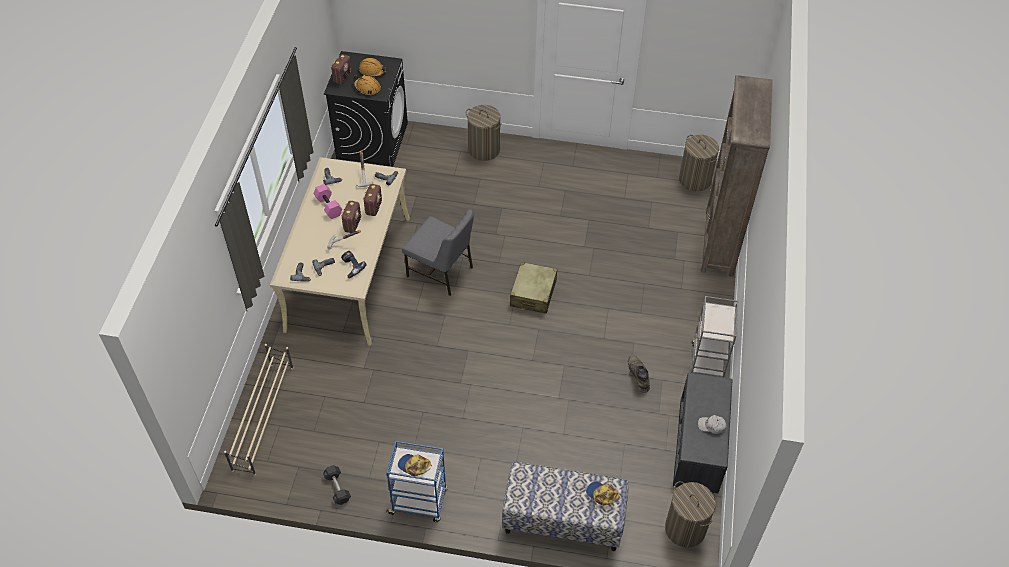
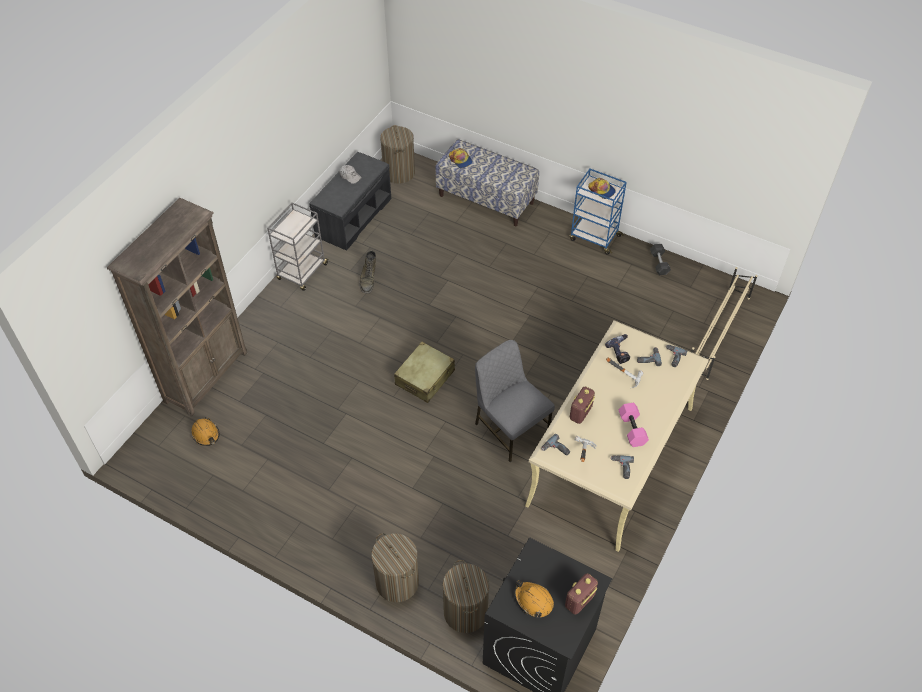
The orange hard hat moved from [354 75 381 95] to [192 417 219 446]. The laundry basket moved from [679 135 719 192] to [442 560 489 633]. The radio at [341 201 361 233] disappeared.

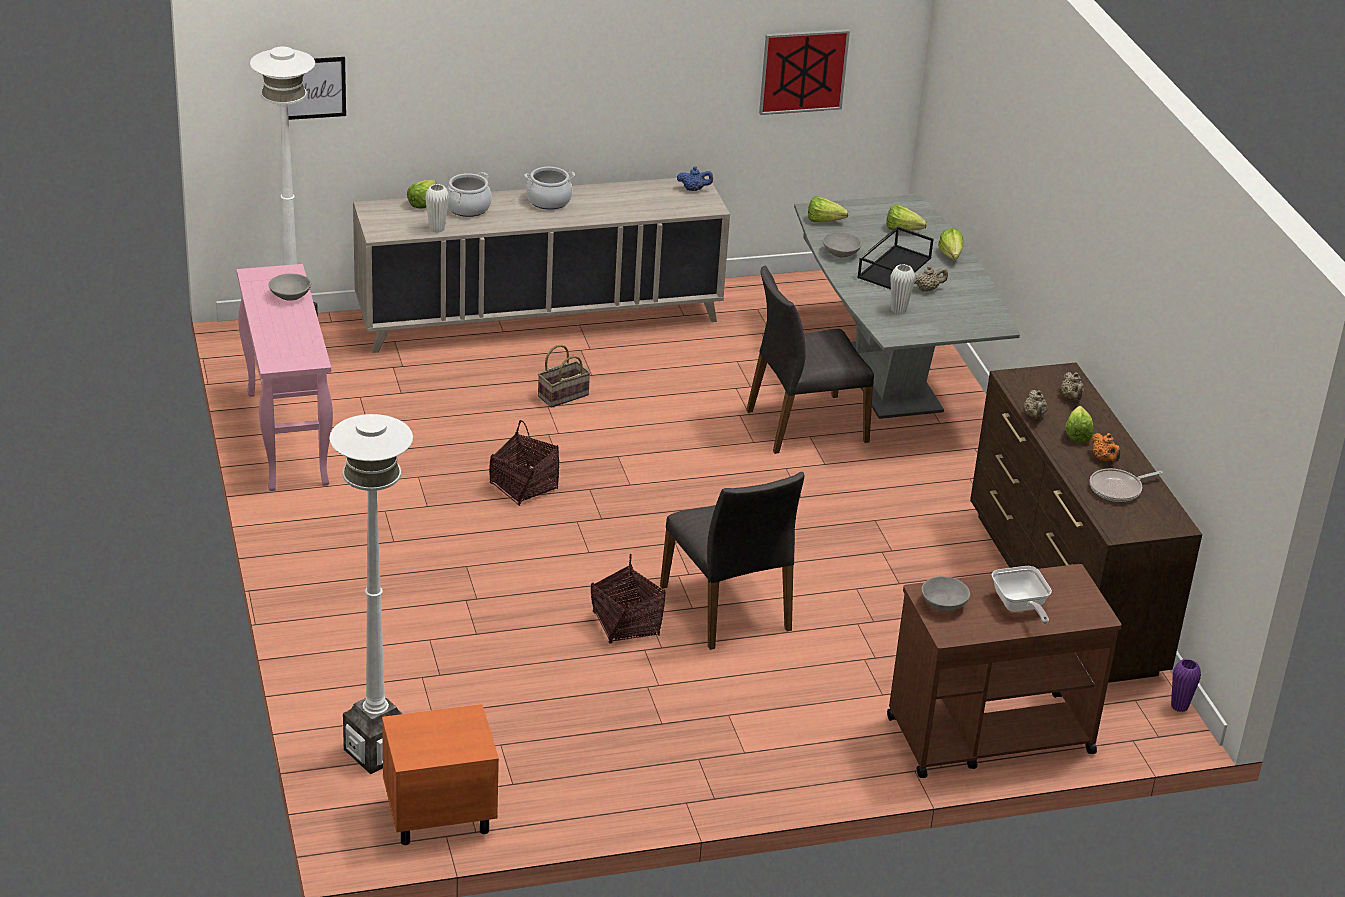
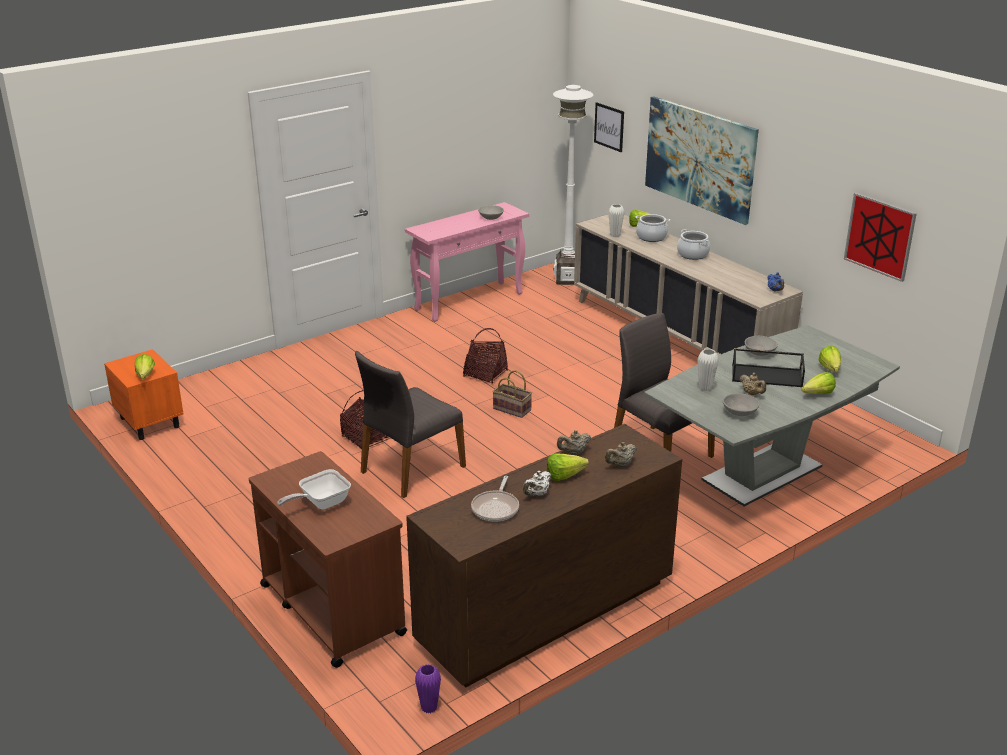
The lettuce moved from [808 196 849 222] to [135 354 155 379]. The basket moved from [538 345 591 408] to [492 370 532 418]. The white floor lamp at [329 414 413 774] disappeared. The orange teapot at [1092 433 1121 462] became the white teapot at [523 471 551 497]. The frying pan at [1090 469 1163 502] turned 120 degrees counterclockwise. The grey bowl moved from [921 576 970 611] to [723 393 759 416]. The picture at [645 96 759 225] appeared.

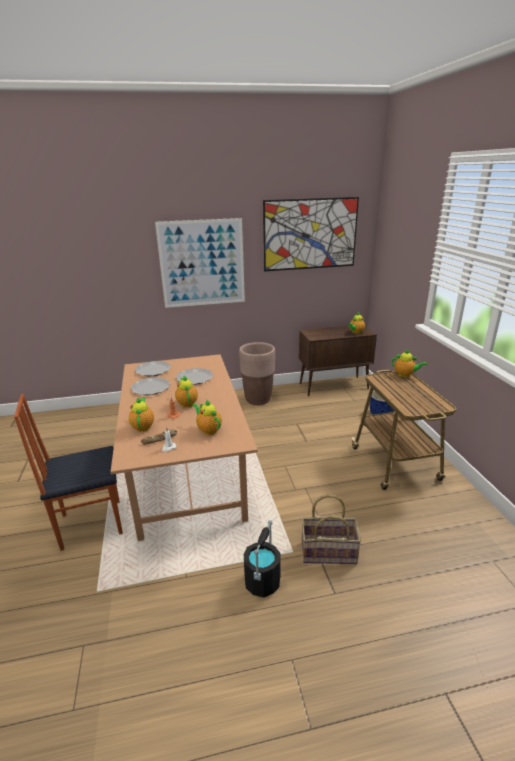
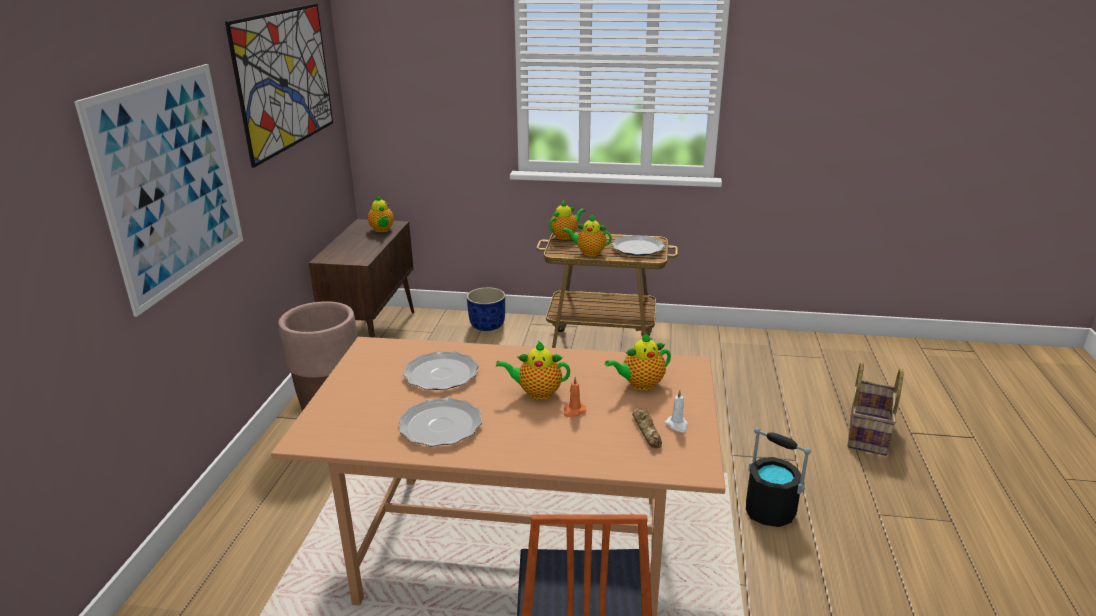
The plate moved from [135 361 171 376] to [612 235 665 256]. The teapot moved from [129 397 154 432] to [562 215 612 256]. The basket moved from [301 494 361 564] to [847 361 904 456].

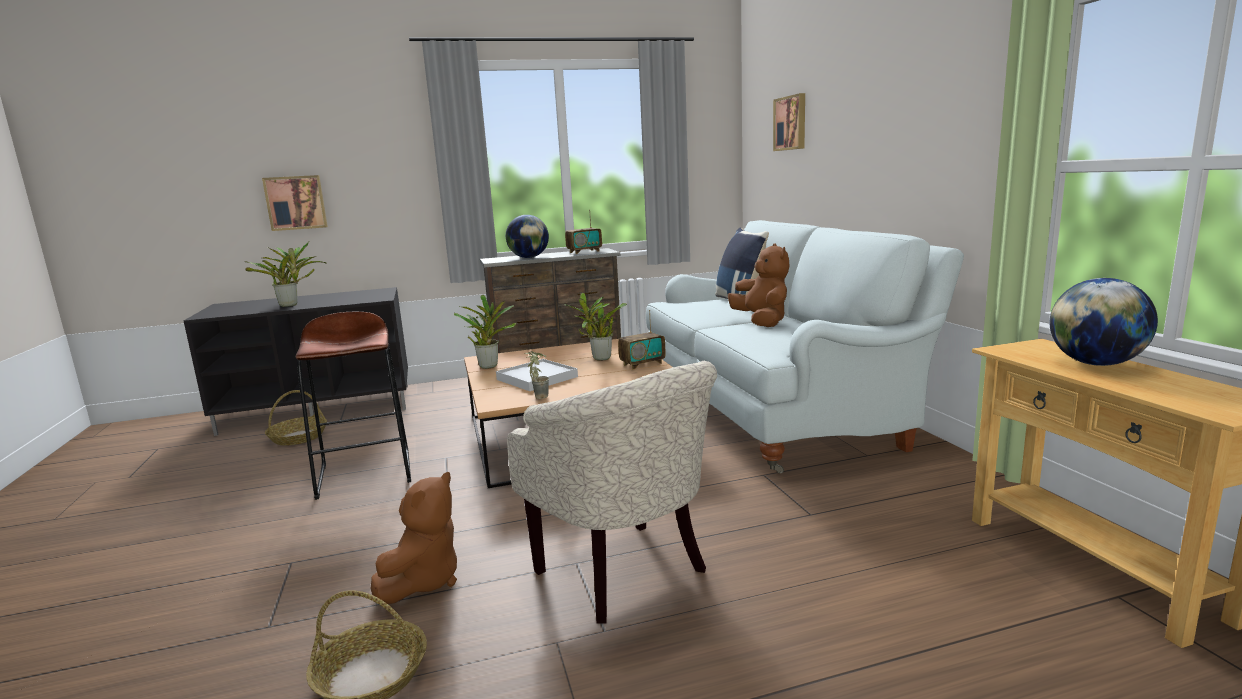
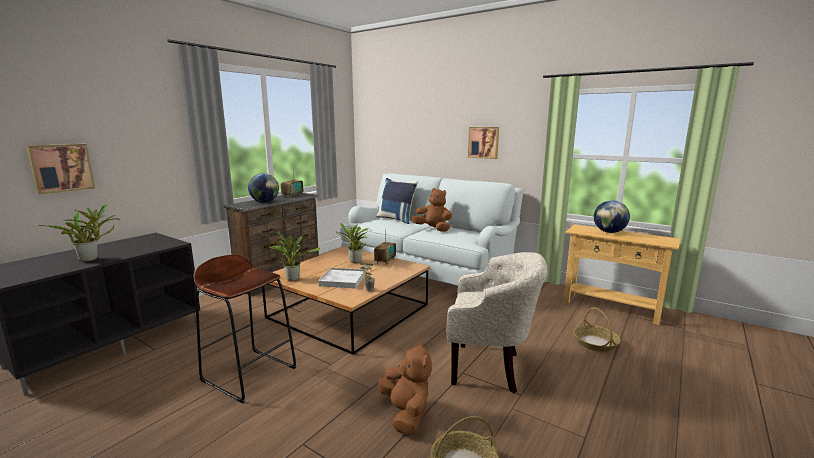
The picture moved from [773 93 805 151] to [468 127 499 159]. The basket moved from [265 390 327 445] to [573 307 621 352].

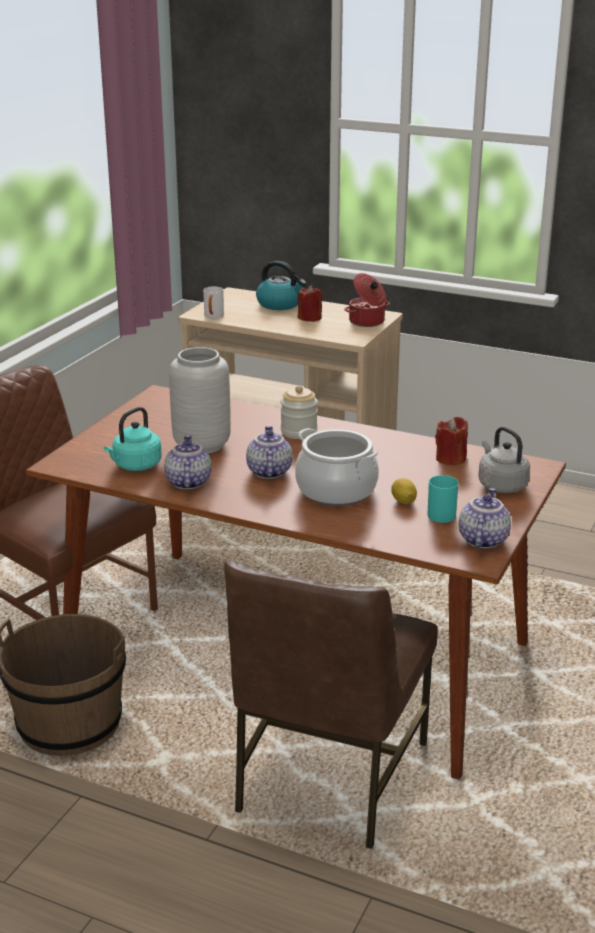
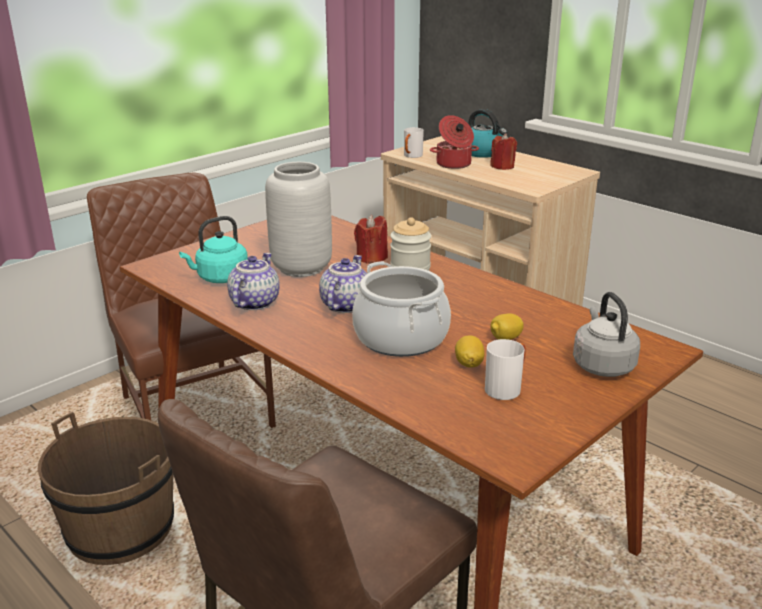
The cooking pot moved from [344 273 390 327] to [430 115 479 169]. The red candle moved from [435 417 468 466] to [354 215 388 264]. The turquoise mug at [427 475 458 523] became the white mug at [485 339 526 400]. The teapot at [459 488 511 548] disappeared. The lemon at [490 313 524 340] appeared.

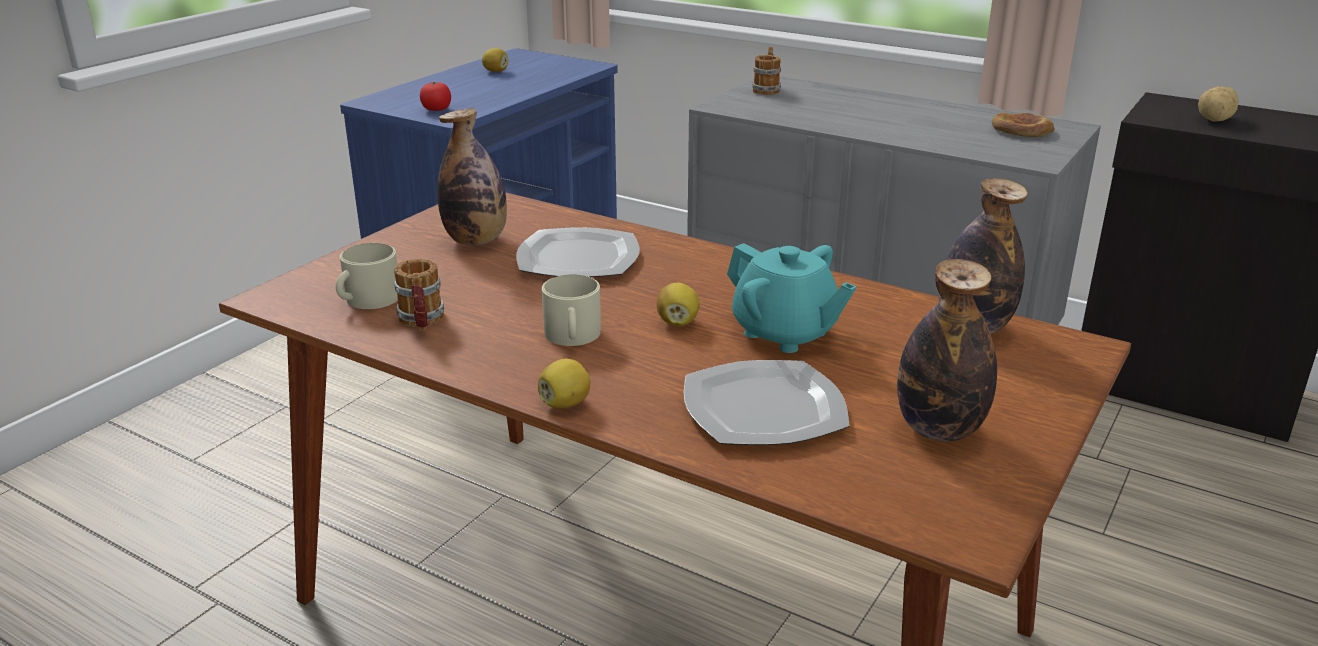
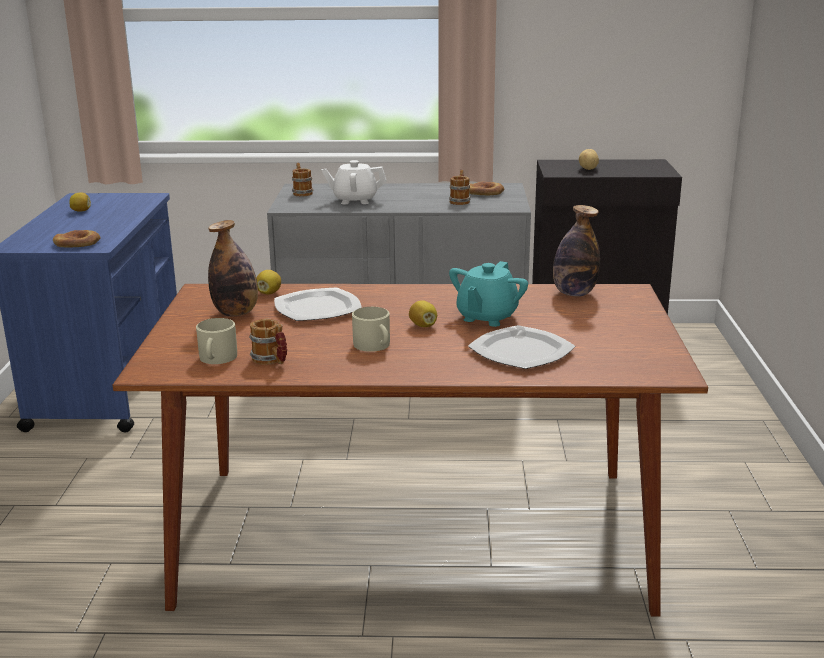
The tomato at [420 82 451 111] was replaced by the bread at [53 230 101 248]. The turquoise teapot at [727 243 857 353] turned 105 degrees clockwise. The bottle at [897 259 997 442] disappeared. The lemon moved from [538 359 591 409] to [256 270 281 295]. The white teapot at [322 160 387 204] appeared. The mug at [449 170 470 205] appeared.

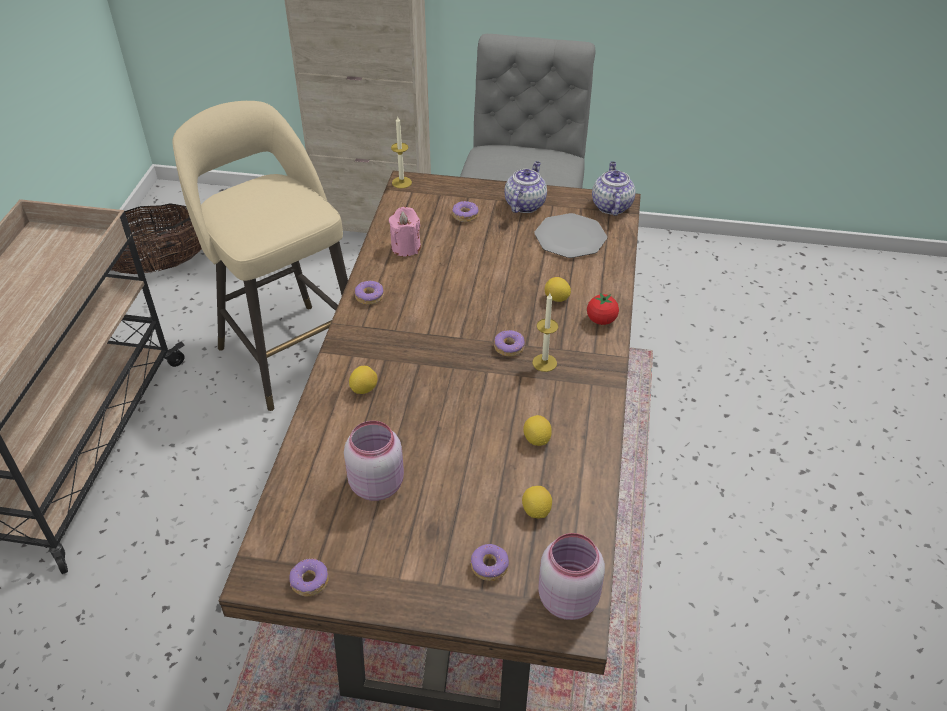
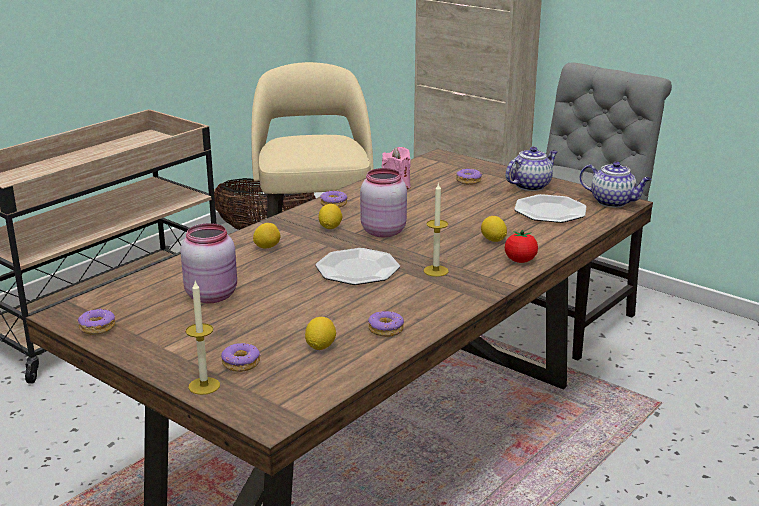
The candle moved from [391 117 412 188] to [186 281 220 395]. The teapot at [592 161 636 216] turned 90 degrees clockwise. The donut moved from [494 330 525 356] to [368 311 404 337]. The lemon moved from [523 415 552 446] to [319 204 342 229]. The pink jar moved from [538 533 605 620] to [360 168 407 237]. The plate at [315 248 400 285] appeared.

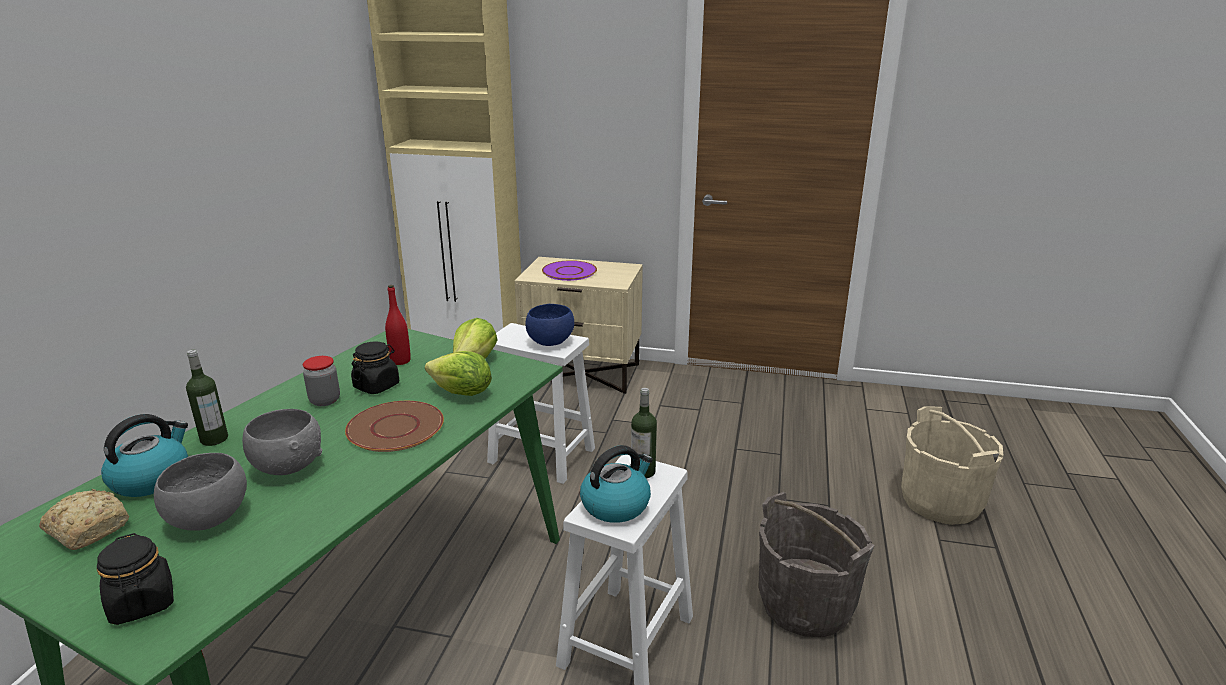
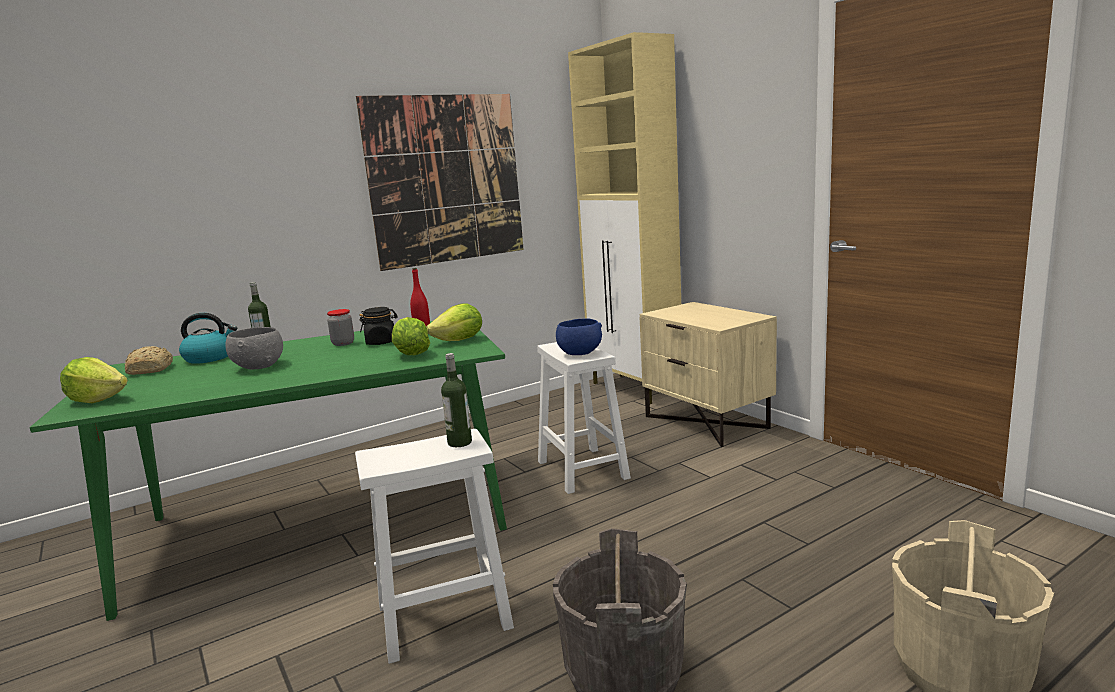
The purple plate at [542 260 597 281] disappeared. The brown plate at [345 401 444 452] disappeared. The kettle at [580 445 653 523] disappeared. The grey bowl at [154 453 247 531] disappeared. The black jar at [97 533 174 625] was replaced by the lettuce at [60 357 128 403]. The picture at [356 94 524 271] appeared.

